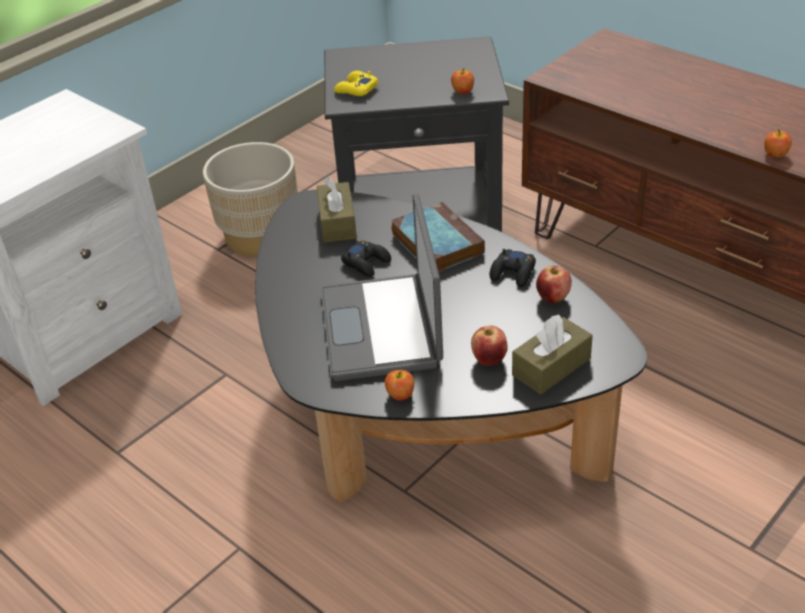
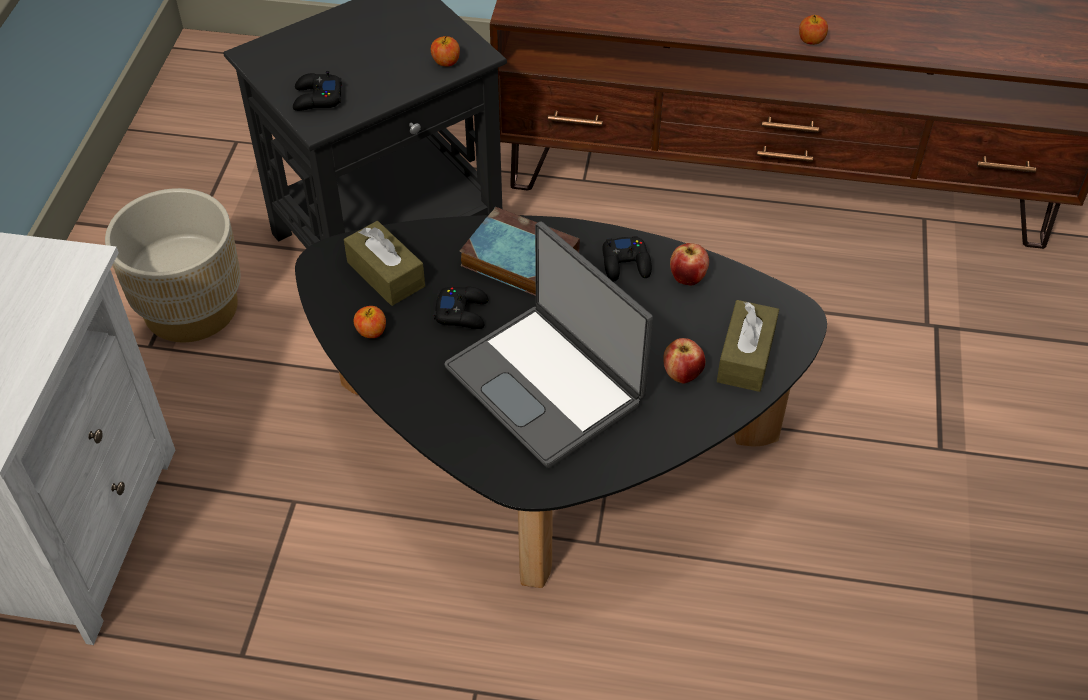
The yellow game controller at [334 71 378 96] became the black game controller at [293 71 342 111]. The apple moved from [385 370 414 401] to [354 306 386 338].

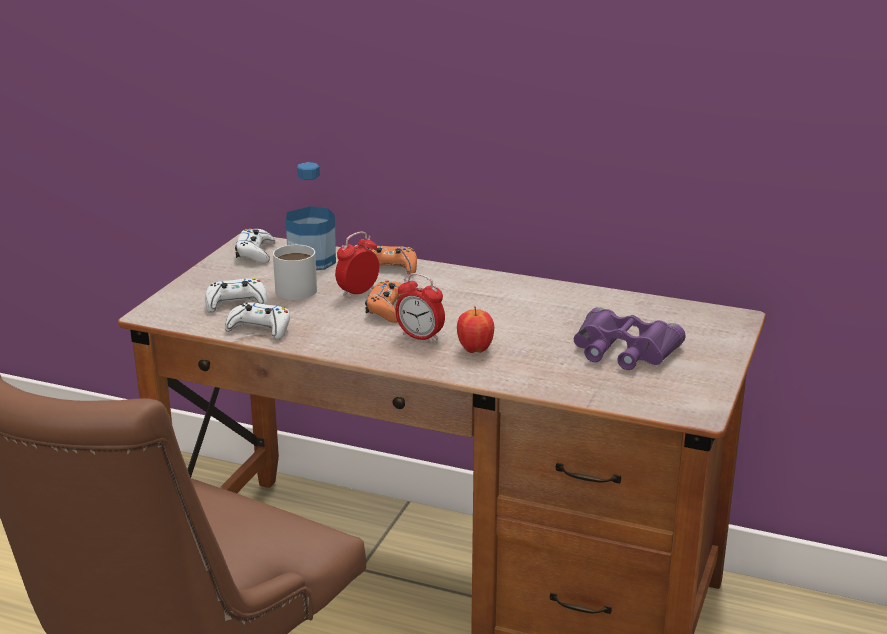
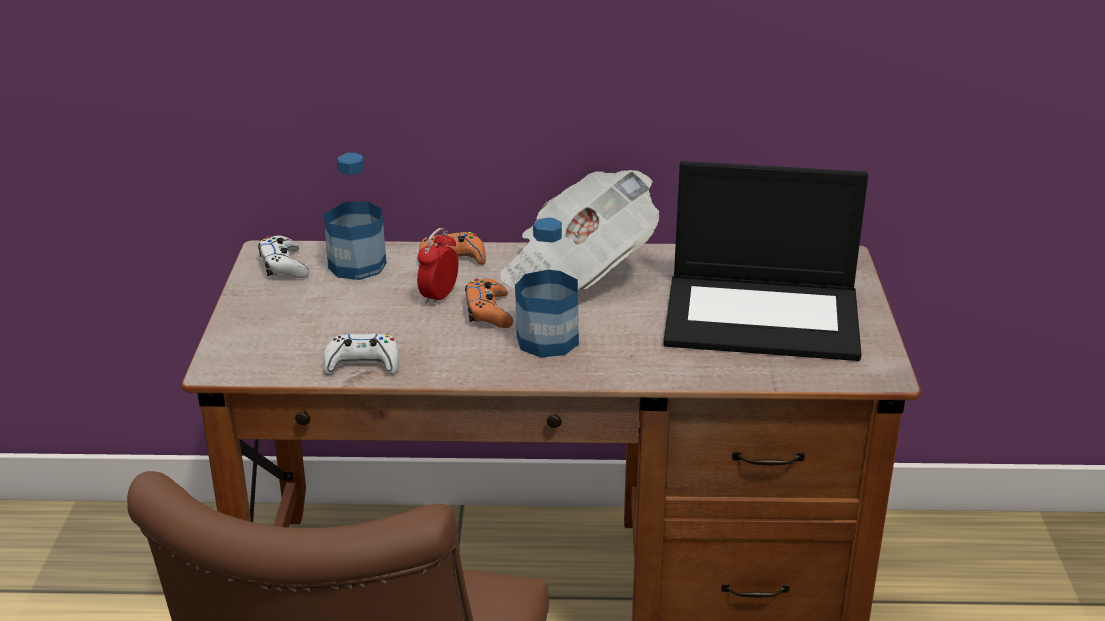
The white mug at [273 245 317 300] disappeared. The alarm clock at [395 273 445 343] was replaced by the bottle at [515 218 579 357]. The white game controller at [205 278 268 313] disappeared. The apple at [457 307 494 353] disappeared. The purple binoculars at [574 307 686 370] was replaced by the laptop at [663 161 868 361]. The newspaper at [500 170 659 290] appeared.

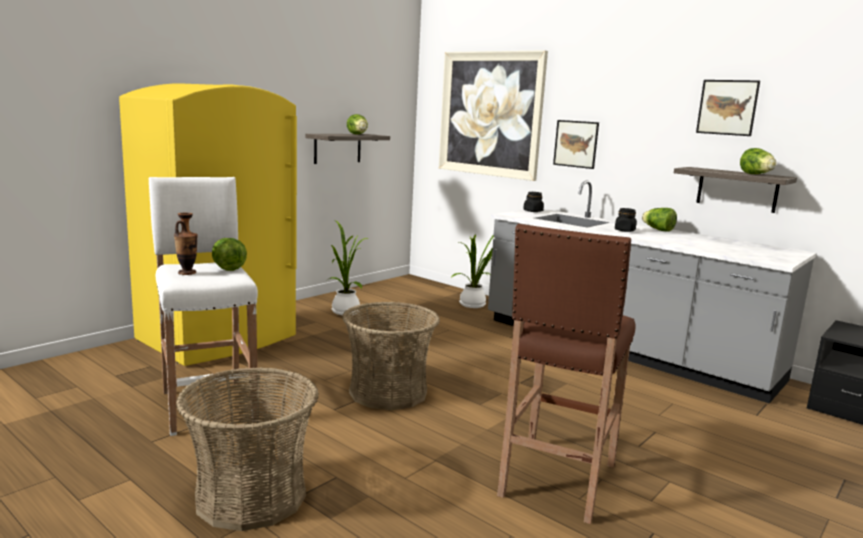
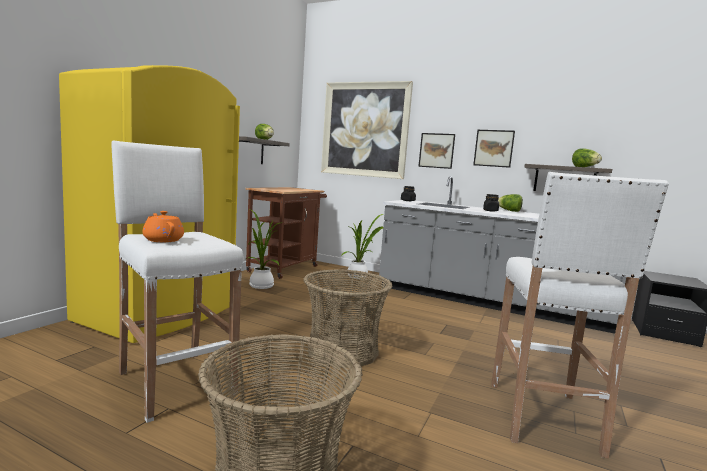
The picture moved from [696 80 760 136] to [473 130 515 168]. The vase at [174 213 198 275] was replaced by the orange teapot at [142 211 184 242]. The brown stool at [497 224 635 524] became the white stool at [491 172 669 459]. The lettuce at [212 238 247 271] disappeared. The brown cart at [245 187 327 279] appeared.

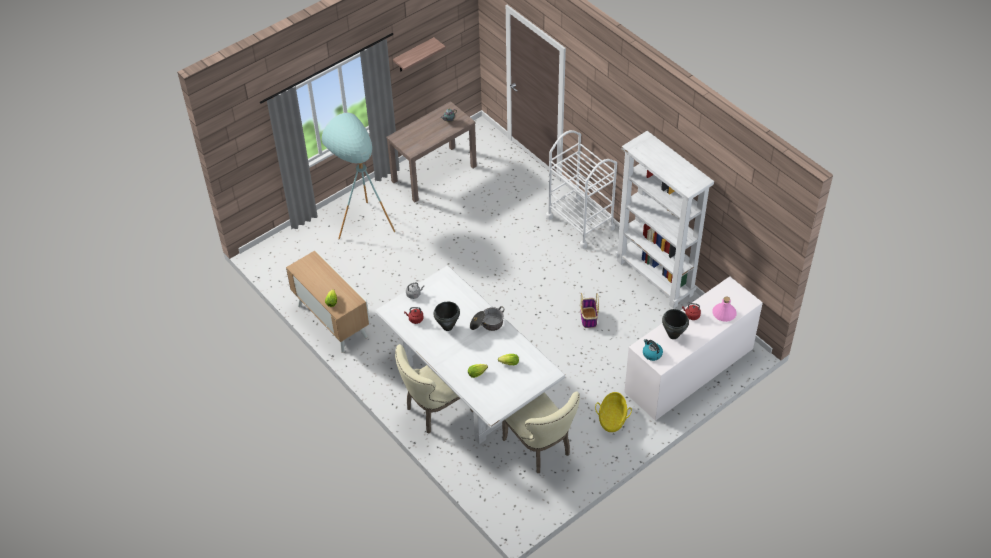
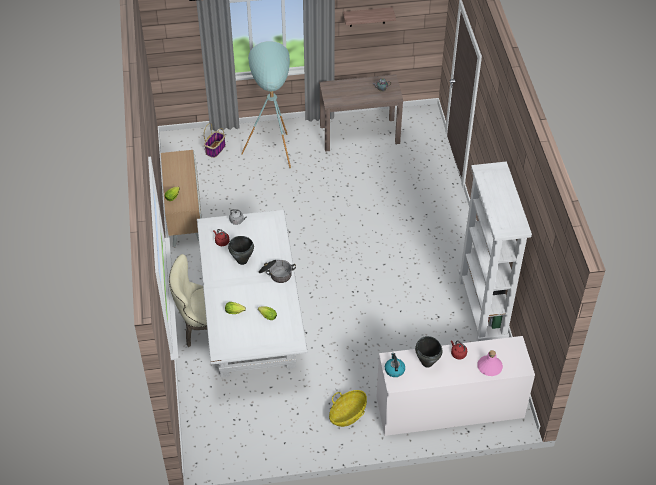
The white cart at [546 130 617 249] disappeared. The basket moved from [580 293 599 328] to [204 123 226 158]. The beige chair at [502 392 580 473] disappeared.

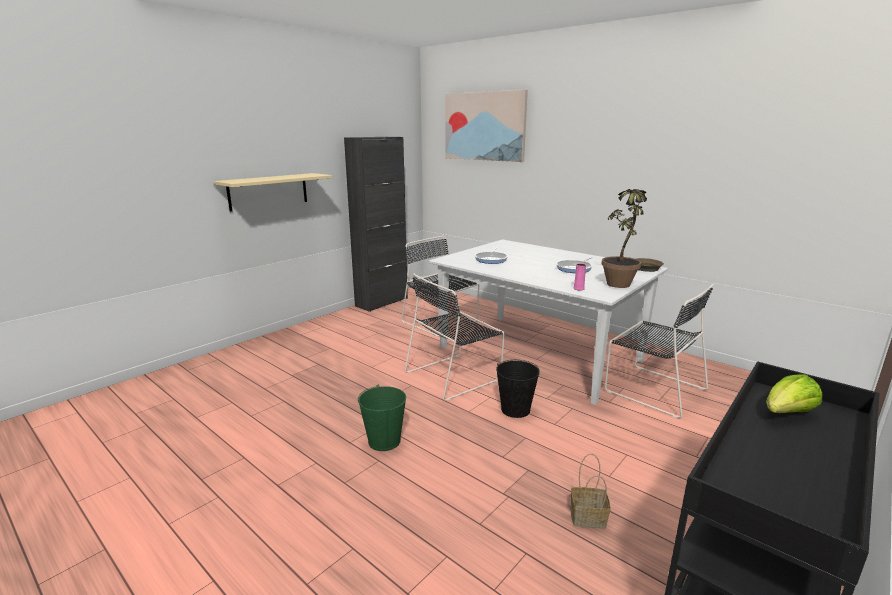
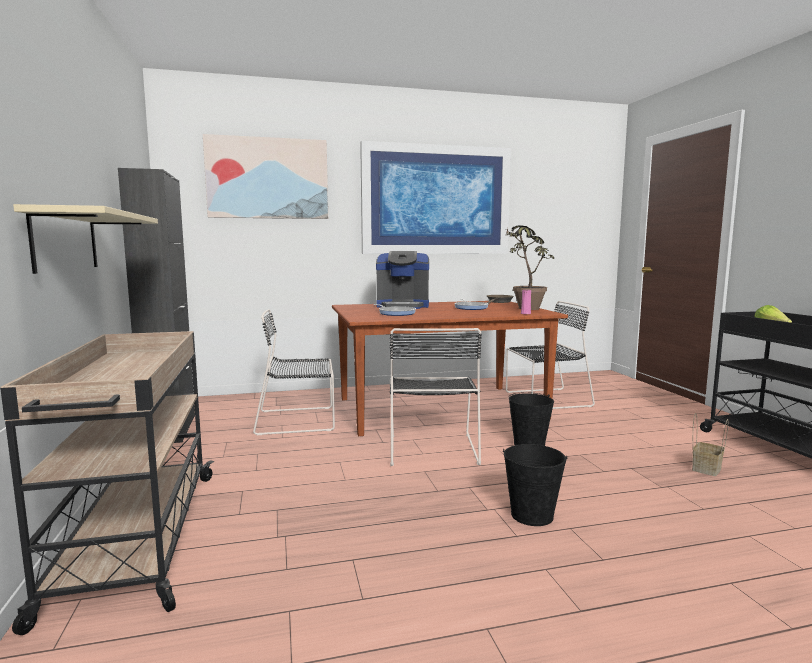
The white dining table at [429 239 668 405] became the brown dining table at [332 301 568 436]. The green bucket at [358 384 406 451] became the black bucket at [503 444 567 526]. The picture at [360 141 511 254] appeared. The coffee machine at [376 251 429 309] appeared. The beige cart at [0 331 214 635] appeared.

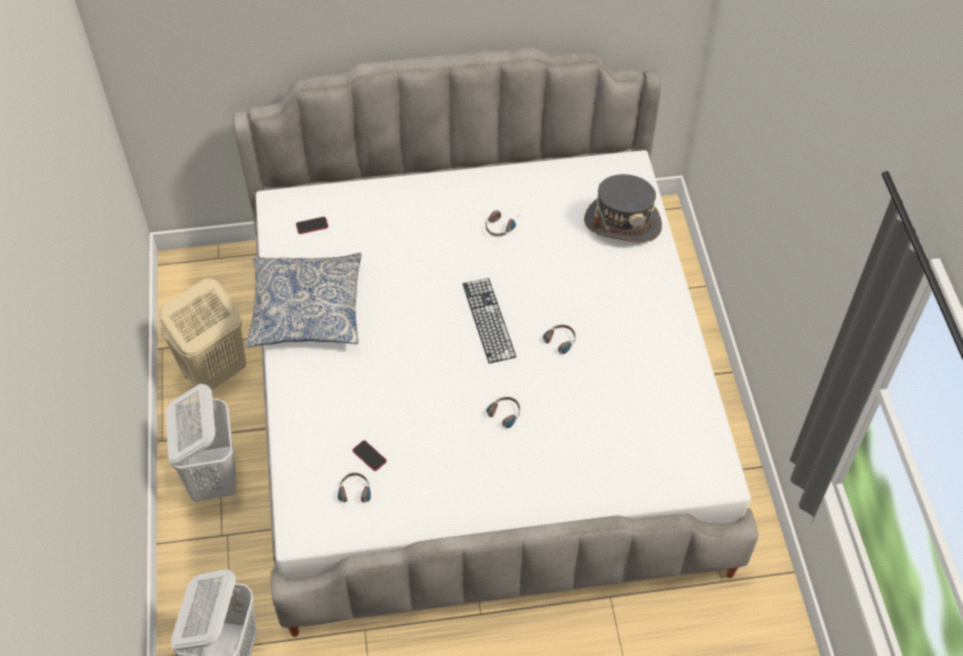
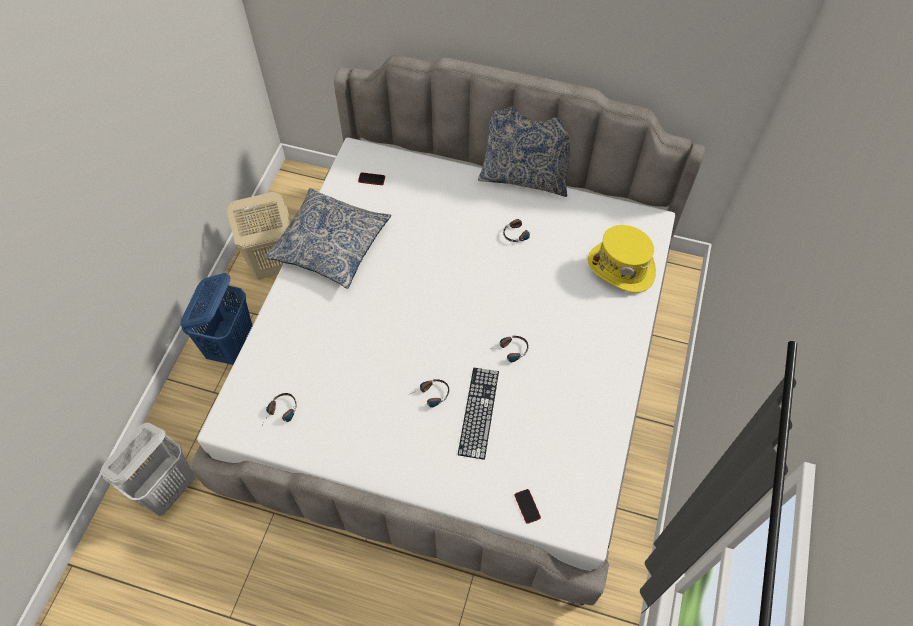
The grey hat at [584 174 662 242] became the yellow hat at [588 225 656 293]. The keyboard moved from [463 278 516 364] to [458 368 499 460]. The white laundry basket at [166 384 236 502] became the blue laundry basket at [180 273 253 365]. The phone moved from [352 440 387 471] to [515 489 541 524]. The pillow at [478 106 570 197] appeared.

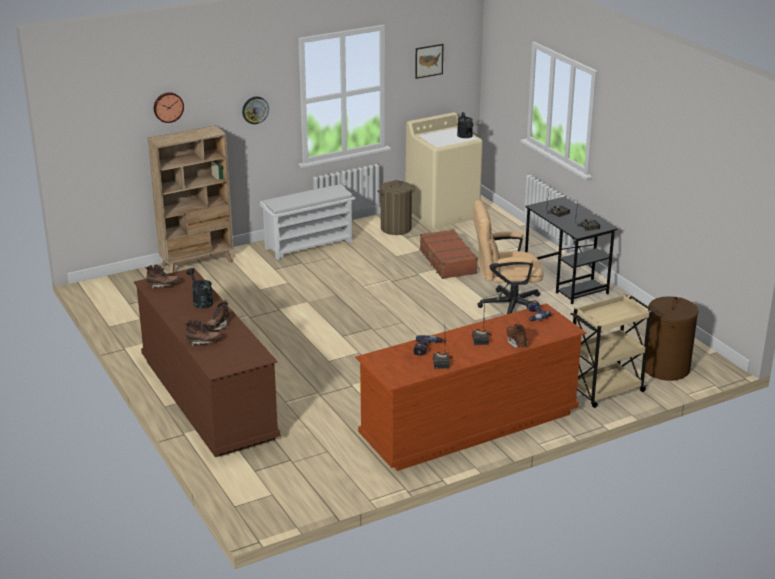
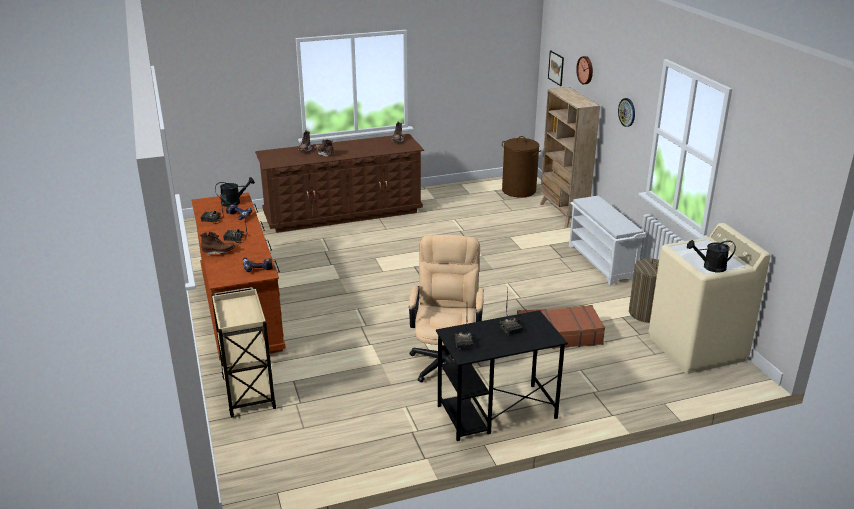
The picture moved from [415 44 443 79] to [548 51 564 86]. The black watering can moved from [186 268 213 308] to [215 177 255 207]. The brown laundry basket moved from [642 296 699 381] to [502 136 541 198].

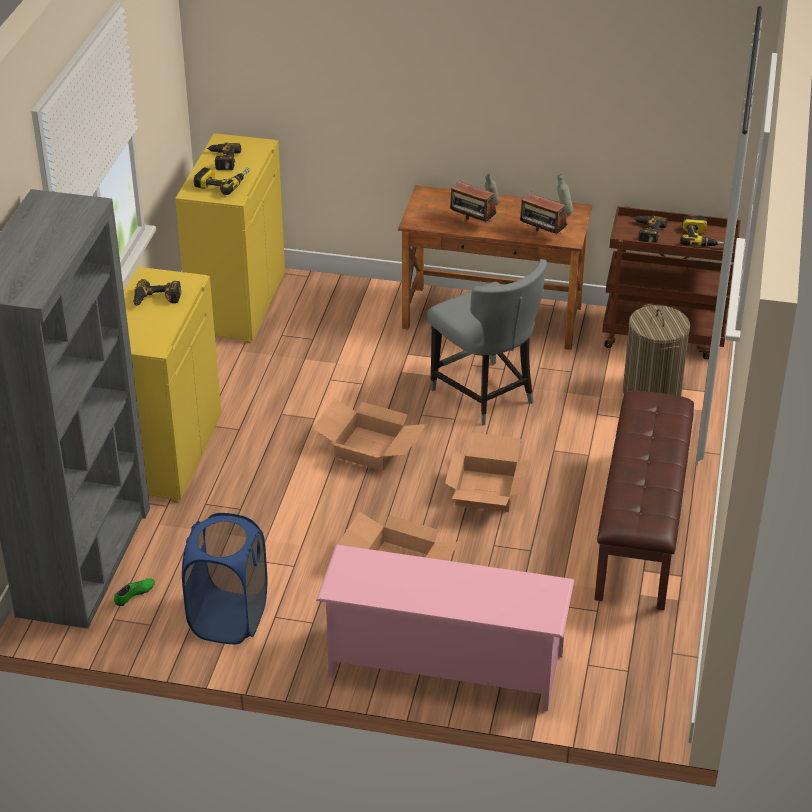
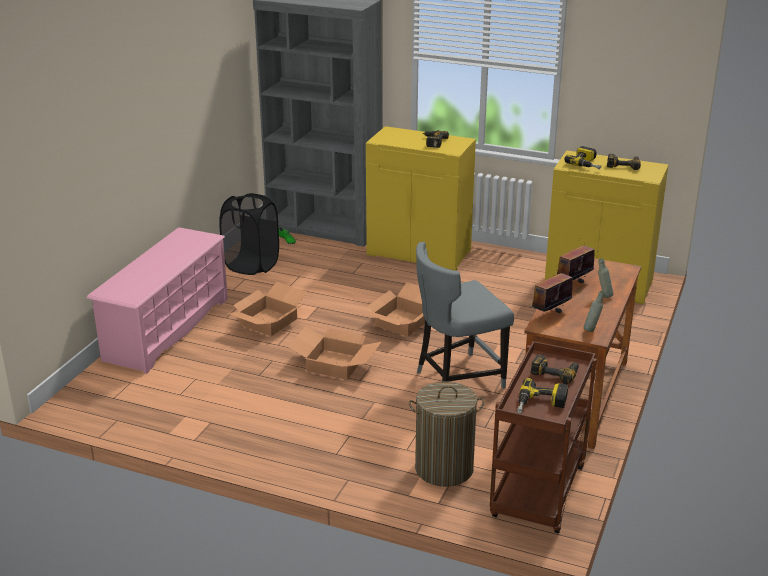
The brown bench at [594 391 694 610] disappeared. The blue laundry basket at [182 513 267 644] became the black laundry basket at [219 193 279 275].

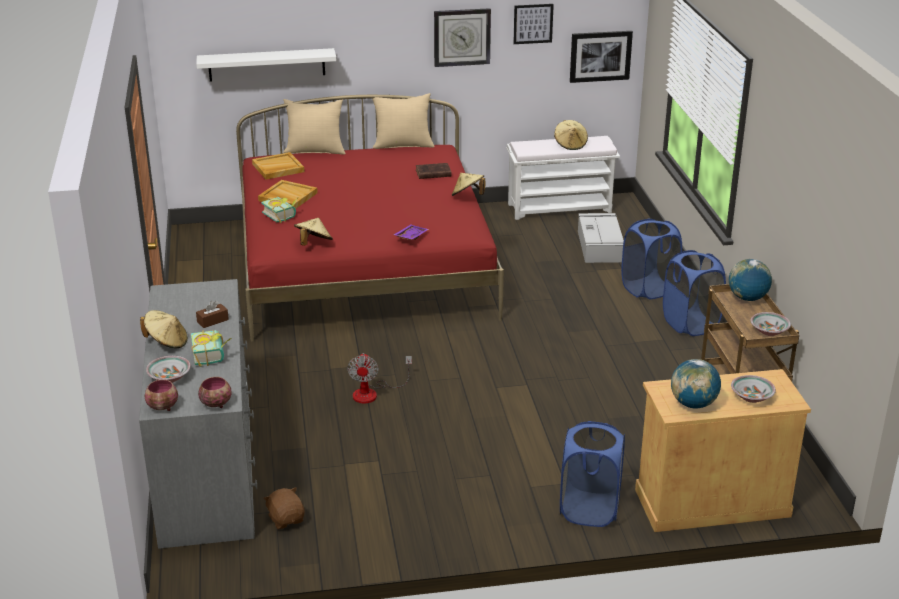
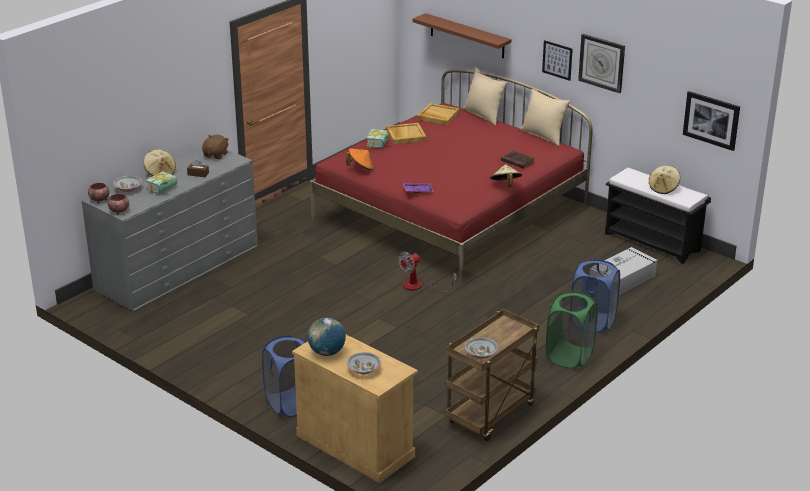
The picture moved from [513 4 554 44] to [542 40 573 81]. The white shelf at [196 48 336 82] became the brown shelf at [412 13 511 59]. The white bench at [506 136 620 220] became the black bench at [605 168 711 264]. The beige hat at [294 218 333 246] became the orange hat at [346 148 374 170]. The blue laundry basket at [663 250 726 336] became the green laundry basket at [546 291 598 369]. The globe at [729 259 772 301] disappeared. The fan moved from [347 353 412 404] to [398 252 457 293]. The brown plush toy moved from [263 487 305 529] to [202 135 229 159].

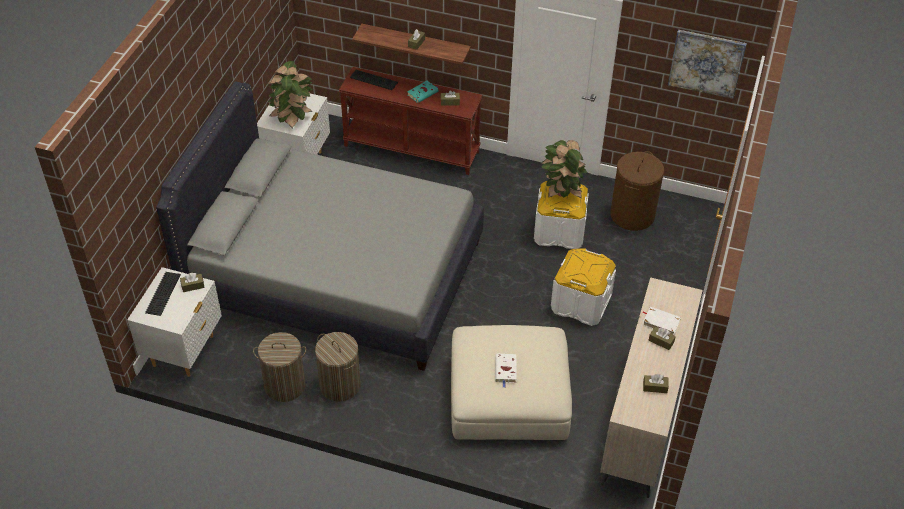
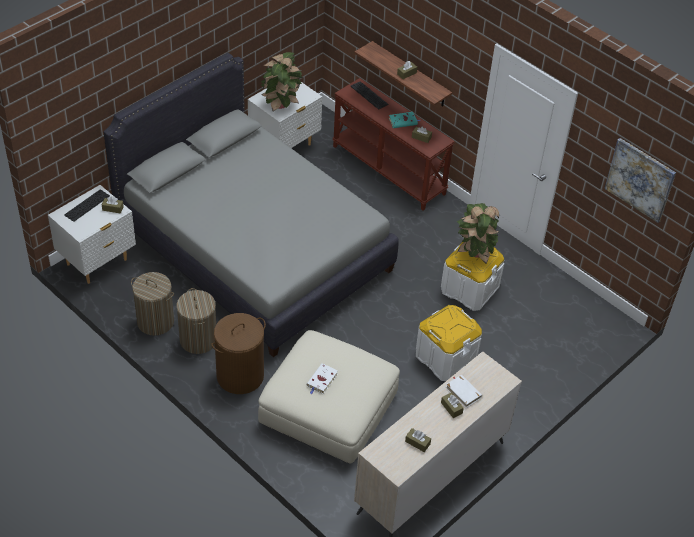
The brown laundry basket moved from [610 151 664 231] to [211 313 266 394].

